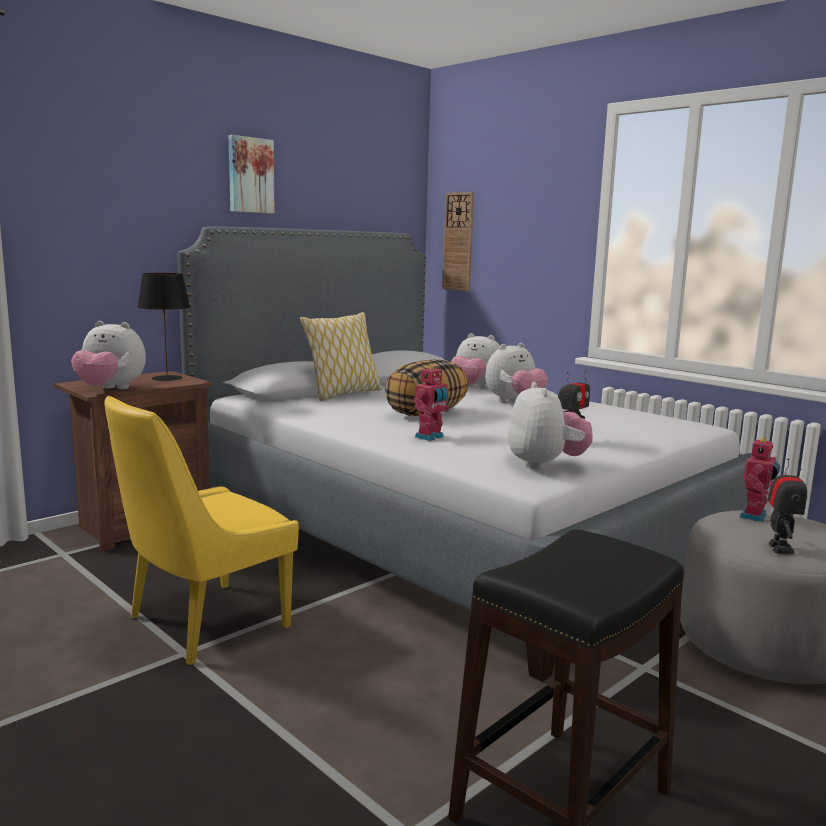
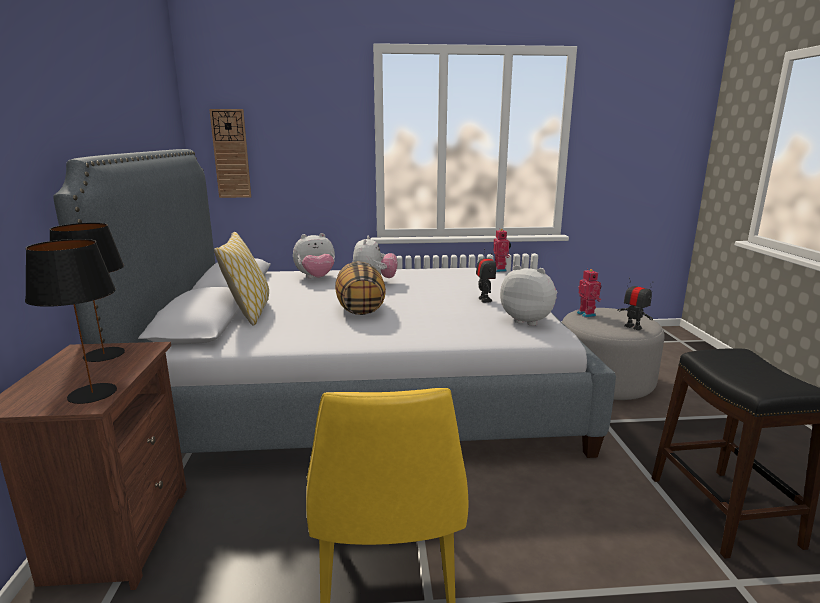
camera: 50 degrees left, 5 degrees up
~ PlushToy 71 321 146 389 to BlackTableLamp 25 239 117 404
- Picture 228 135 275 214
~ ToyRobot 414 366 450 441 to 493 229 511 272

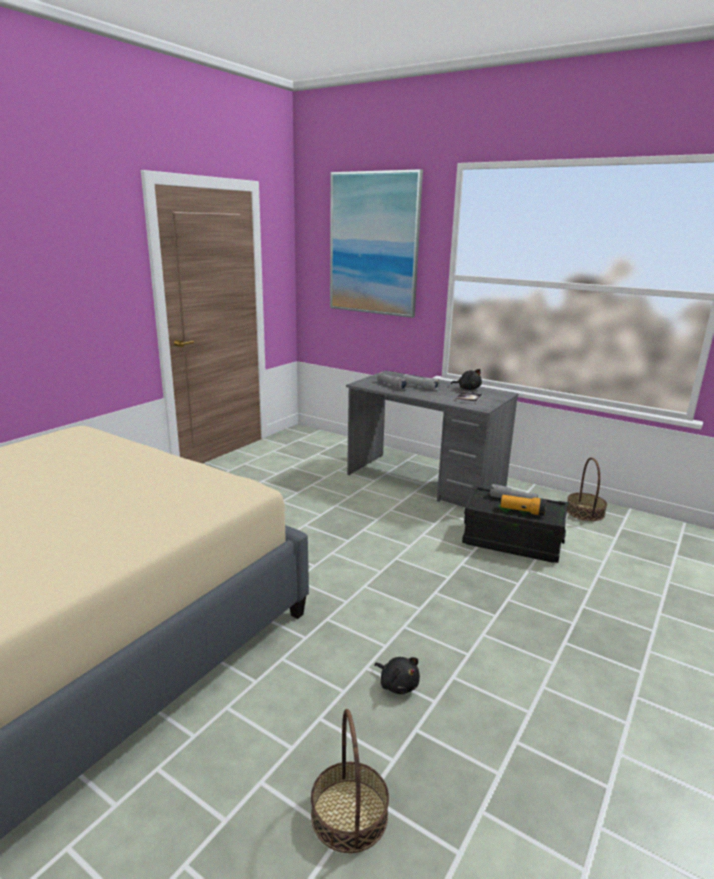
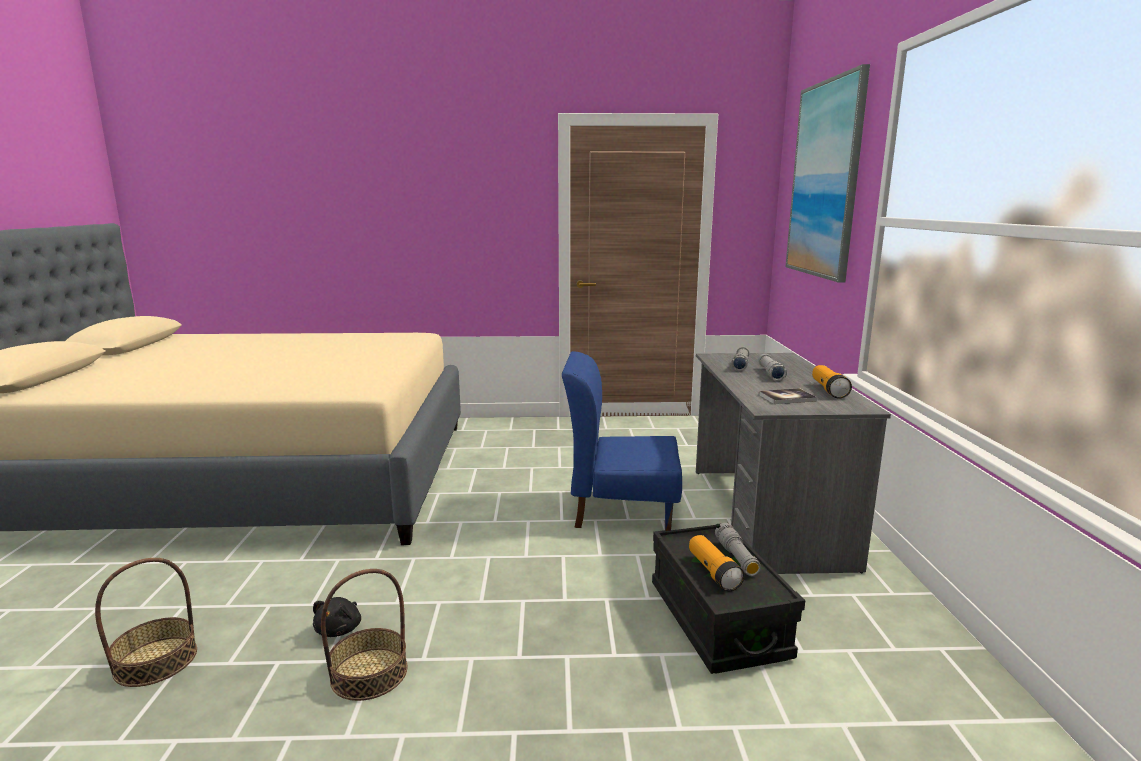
camera: 55 degrees right, 5 degrees down
~ BlackPlushToy 451 369 482 390 to Flashlight 812 365 852 399
~ Basket 567 457 607 521 to 321 569 408 701
+ BlueChair 562 351 682 531

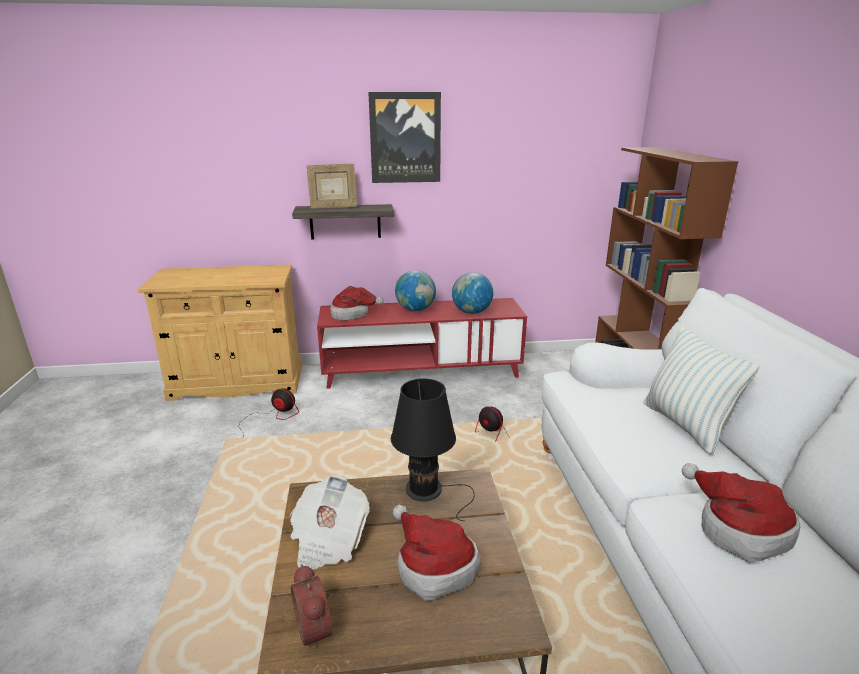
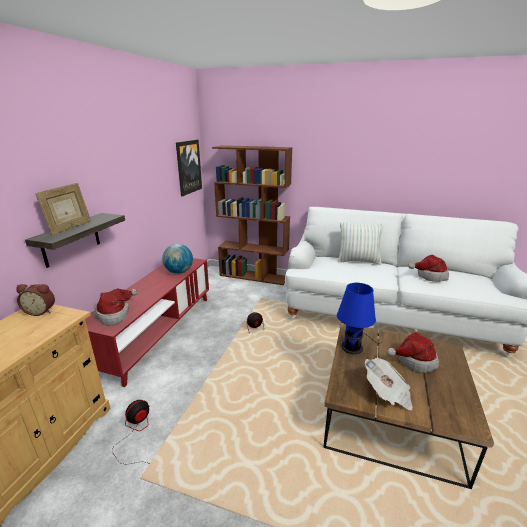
camera: 65 degrees left, 0 degrees up
~ AlarmClock 291 564 332 651 to 16 284 55 316
~ Picture 368 92 441 183 to 176 140 202 196
~ BlackTableLamp 391 378 475 521 to BlueTableLamp 337 283 382 354
- Globe 395 270 436 311

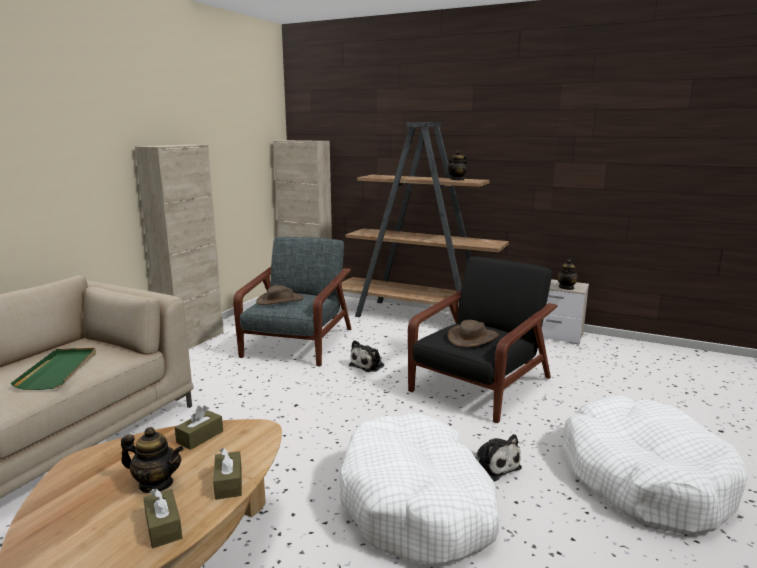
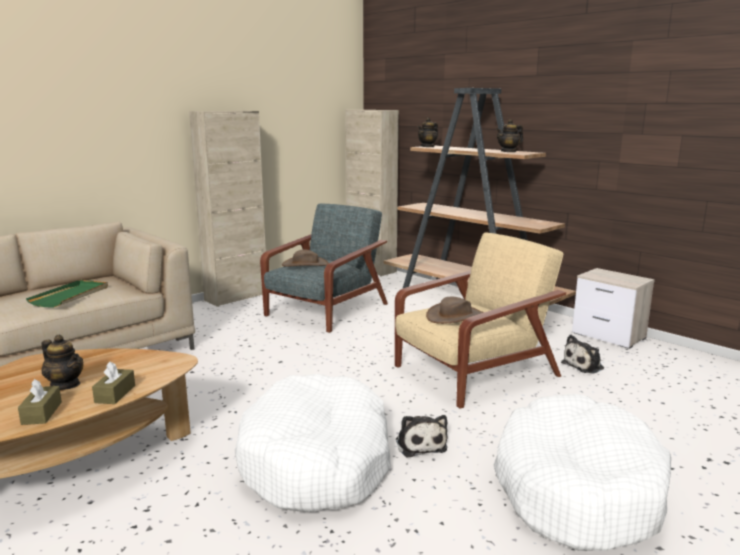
camera: 20 degrees right, 0 degrees up
- BrownTissueBox 175 405 223 450
~ PlushToy 349 340 384 372 to 561 335 604 374
~ BlackArmchair 408 256 558 423 to BeigeArmchair 395 233 566 409
~ Teapot 556 259 579 290 to 418 118 438 147

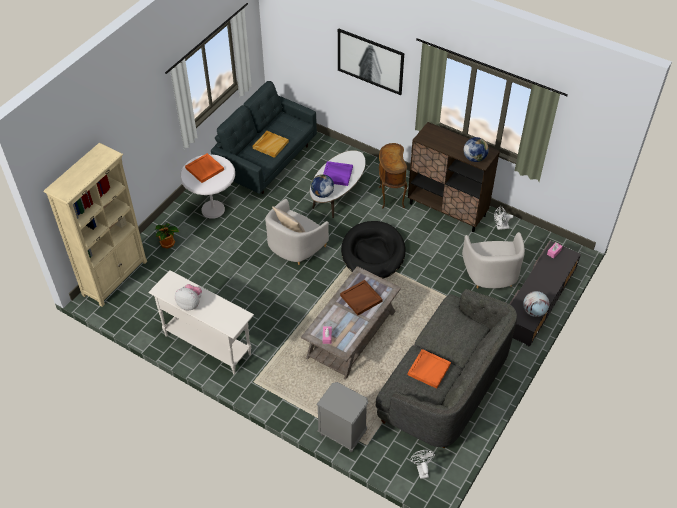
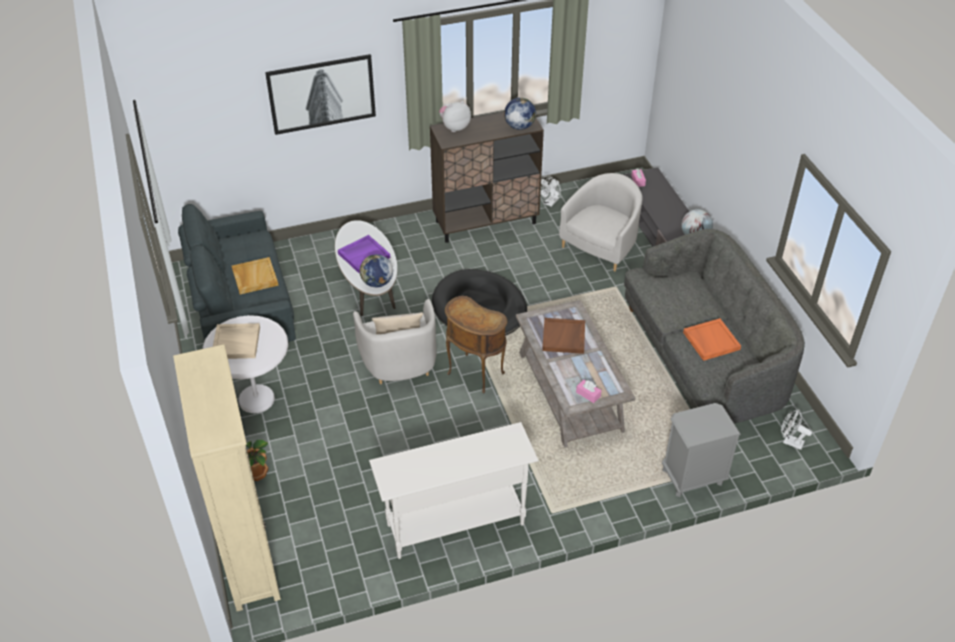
camera: 50 degrees left, 5 degrees down
~ PlushToy 175 284 202 310 to 439 101 471 132
~ OrangeTray 185 153 224 183 to BeigeTray 213 323 260 359
~ BrownSideTable 379 143 407 208 to 445 296 508 394
~ WhiteArmchair 462 232 525 288 = 559 173 643 272 90 degrees counterclockwise

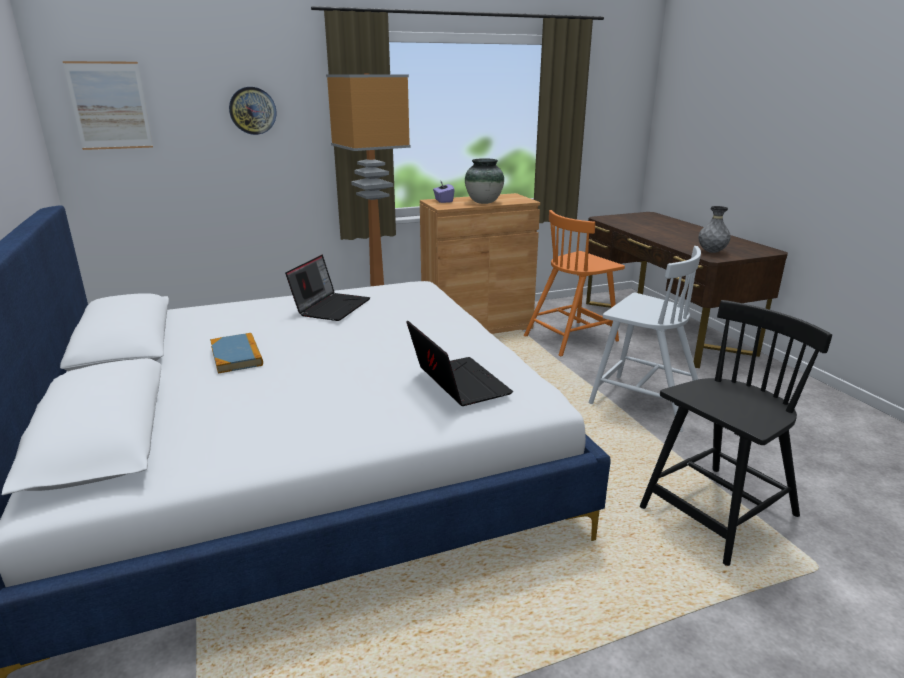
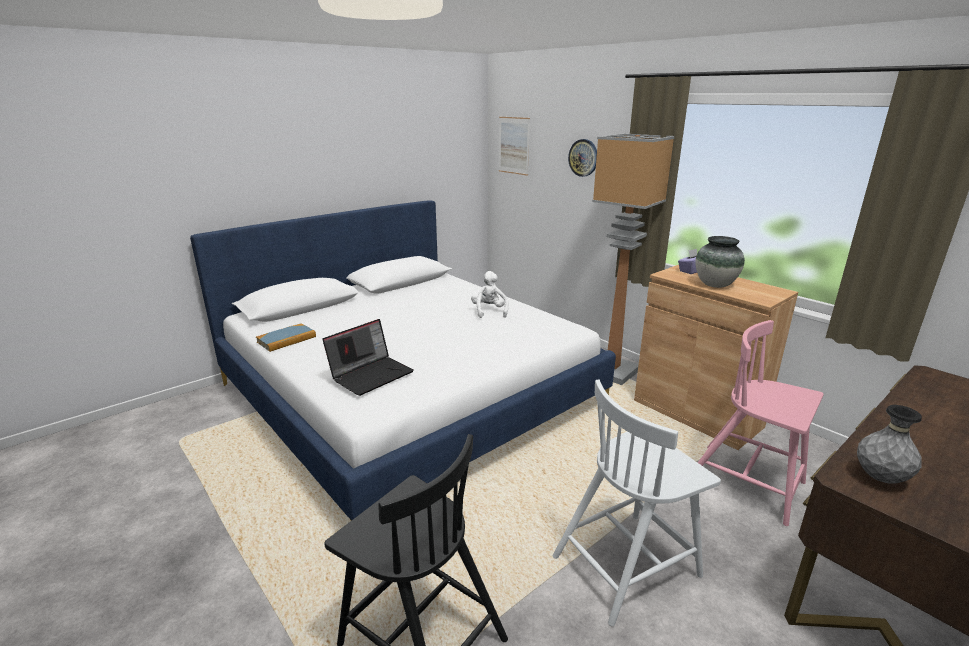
camera: 70 degrees right, 0 degrees up
~ Book 210 333 263 374 to 256 323 316 352
~ Laptop 285 255 370 321 to WhitePlushToy 471 271 509 318
~ OrangeChair 524 210 625 356 to PinkChair 697 320 824 526
~ WhiteChair 589 246 701 432 = 552 379 721 626 45 degrees clockwise

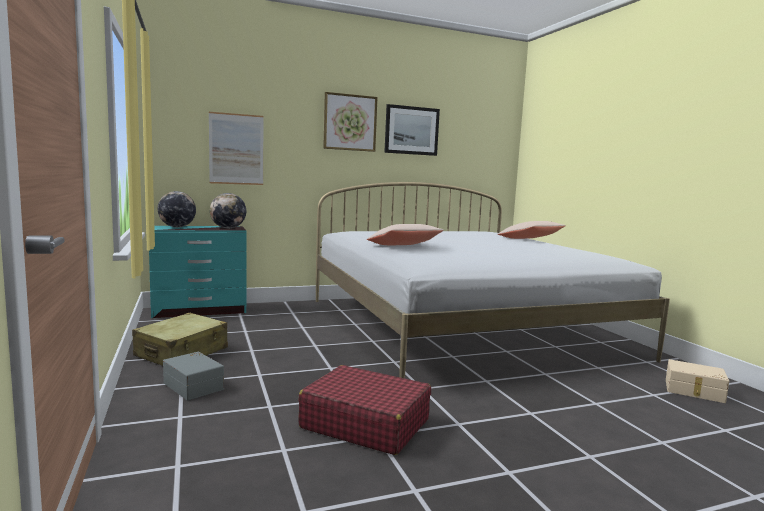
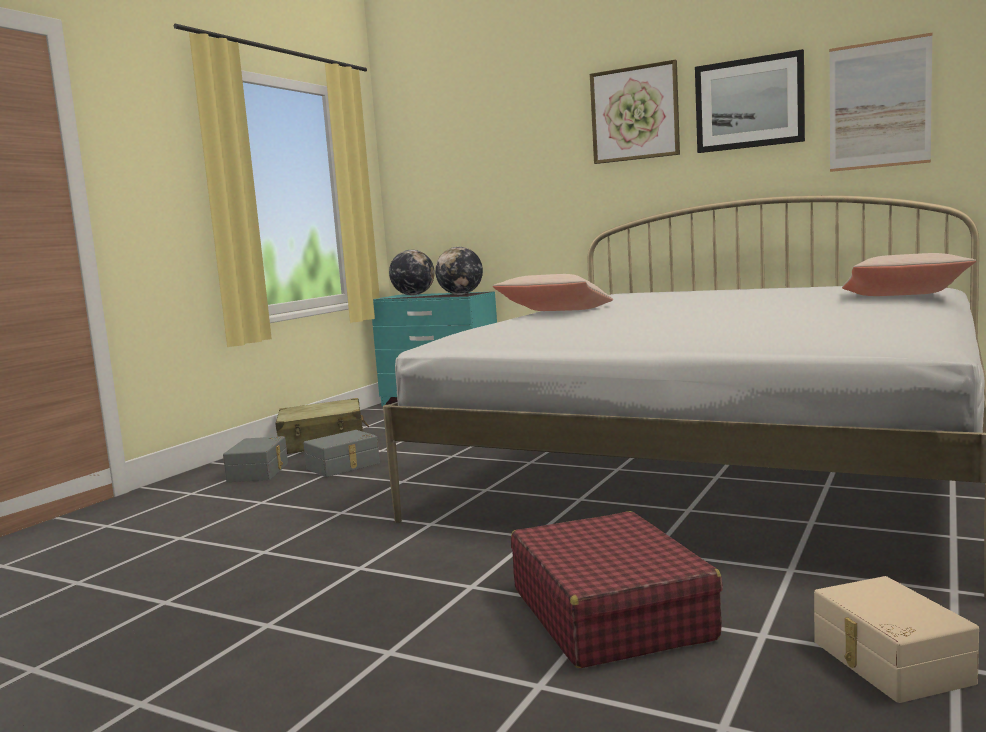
camera: 50 degrees right, 0 degrees up
~ Picture 209 112 264 185 to 829 33 932 172
~ RedSuitcase 298 365 431 455 to 511 511 723 668
+ GreyStorageBox 304 430 380 477

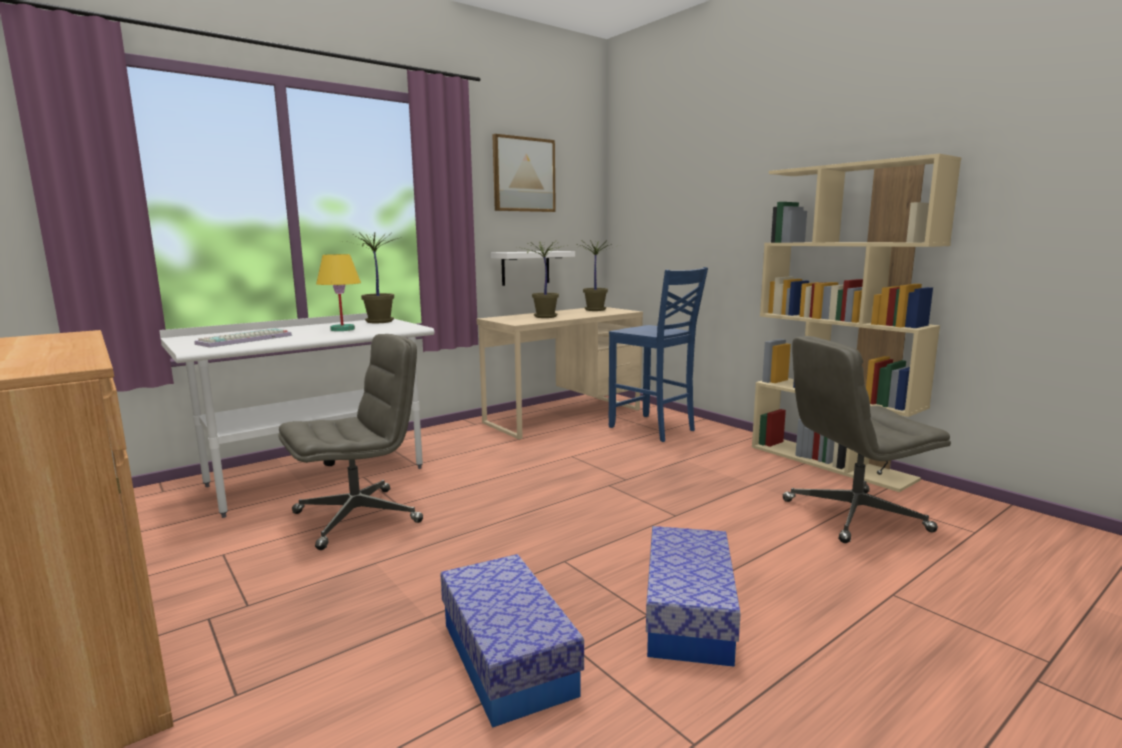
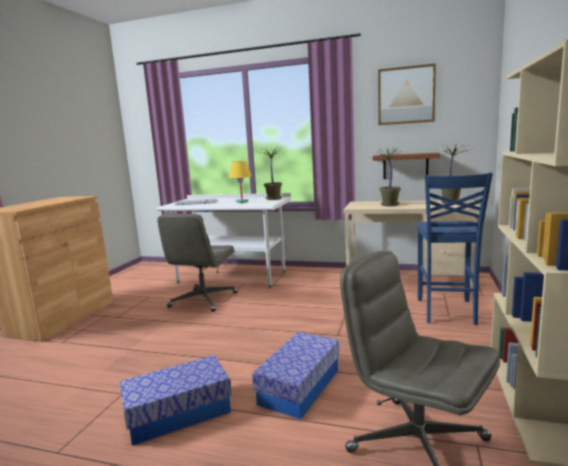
camera: 55 degrees right, 0 degrees up
~ GreyOfficeChair 278 334 423 550 = 157 214 238 312 90 degrees clockwise
~ StorageBox 440 554 584 728 to 252 332 339 419
~ WhiteShelf 491 251 575 286 to BrownShelf 373 152 440 179

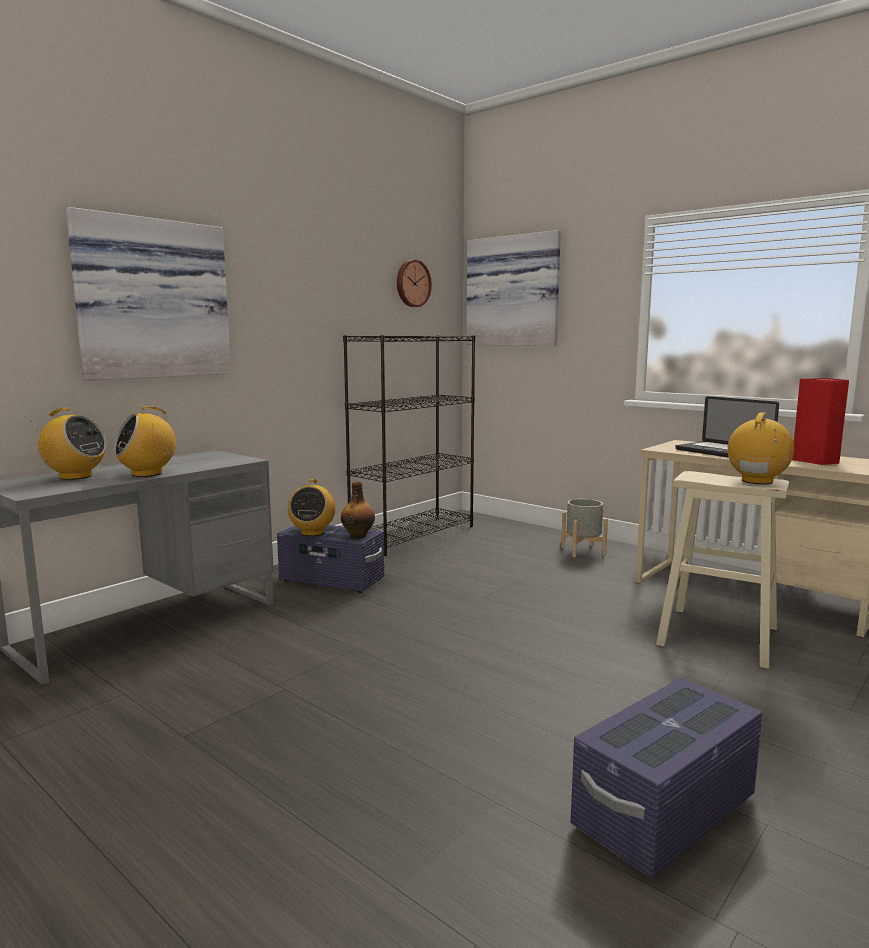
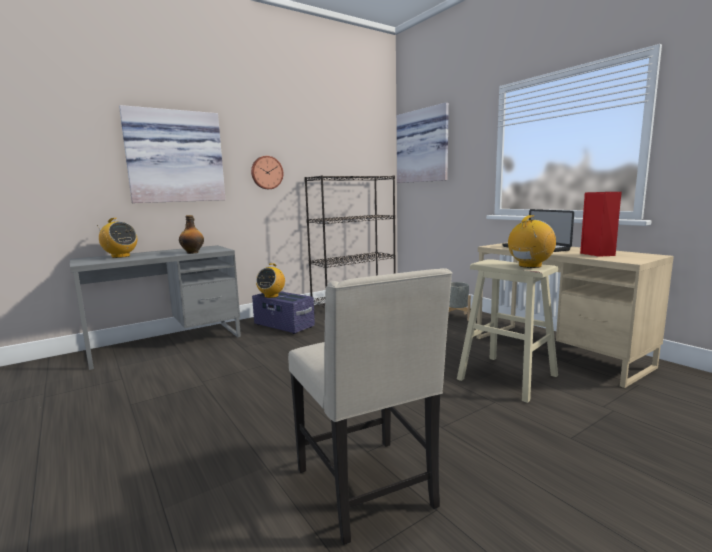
camera: 15 degrees right, 0 degrees up
- Radio 113 406 176 477
~ Bottle 341 481 375 538 to 179 215 204 254
~ WallClock 397 260 432 307 to 251 156 283 189
~ PurpleStorageBox 570 678 763 878 to BeigeChair 288 268 452 545

